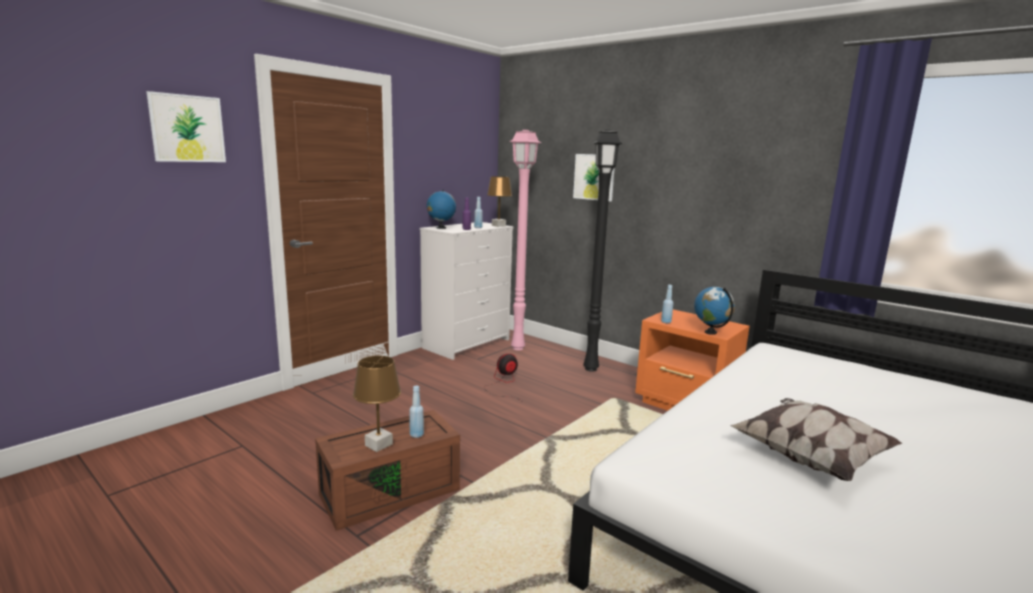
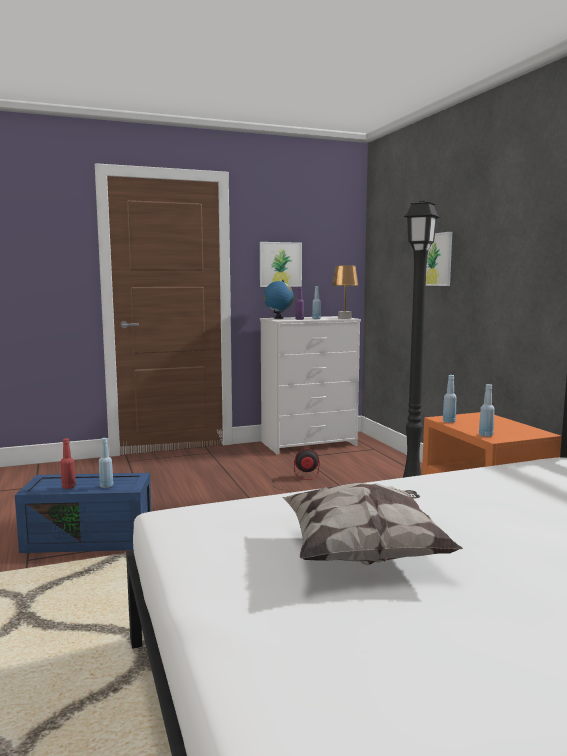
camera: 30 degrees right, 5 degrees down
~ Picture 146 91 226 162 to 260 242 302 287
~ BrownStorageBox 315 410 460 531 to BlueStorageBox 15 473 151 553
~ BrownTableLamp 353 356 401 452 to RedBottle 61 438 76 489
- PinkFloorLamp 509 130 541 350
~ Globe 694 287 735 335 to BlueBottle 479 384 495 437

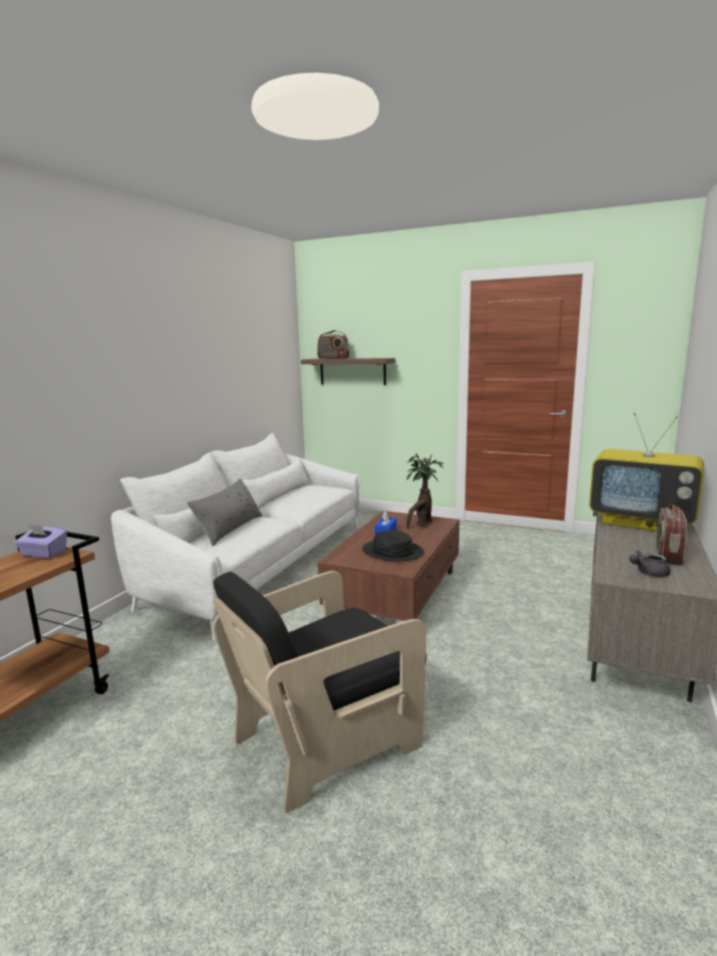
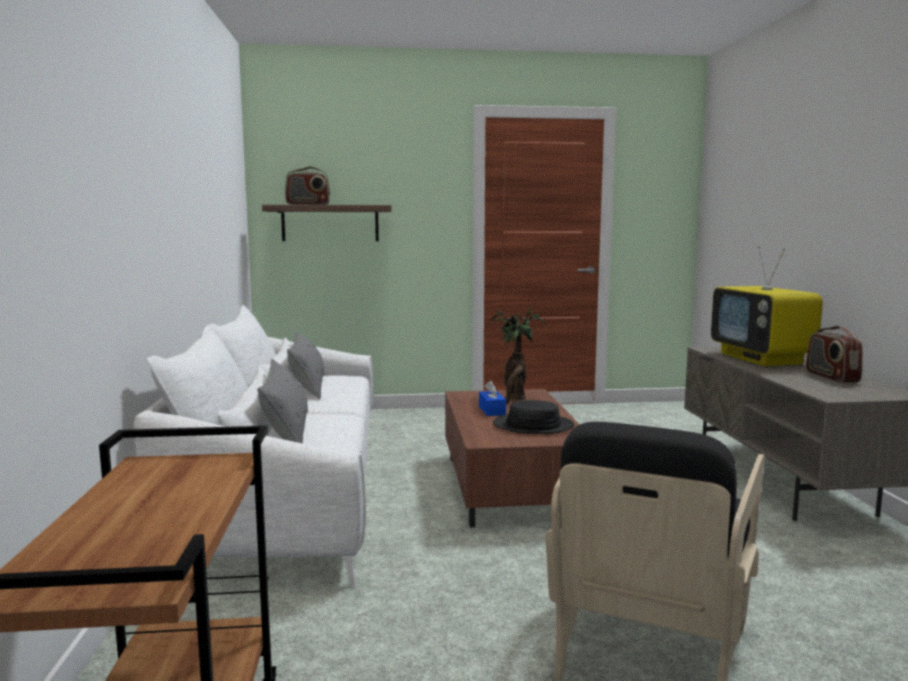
camera: 30 degrees left, 5 degrees down
- PurpleTissueBox 15 524 67 558
~ Television 589 413 704 531 = 711 246 823 366 75 degrees clockwise
- GreyTeapot 629 550 670 577
+ GreyPillow 287 332 324 399

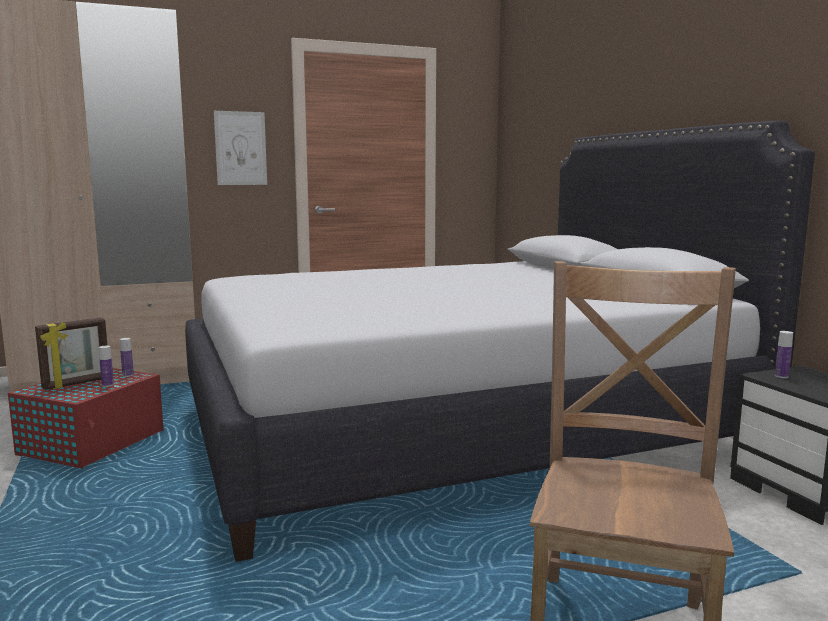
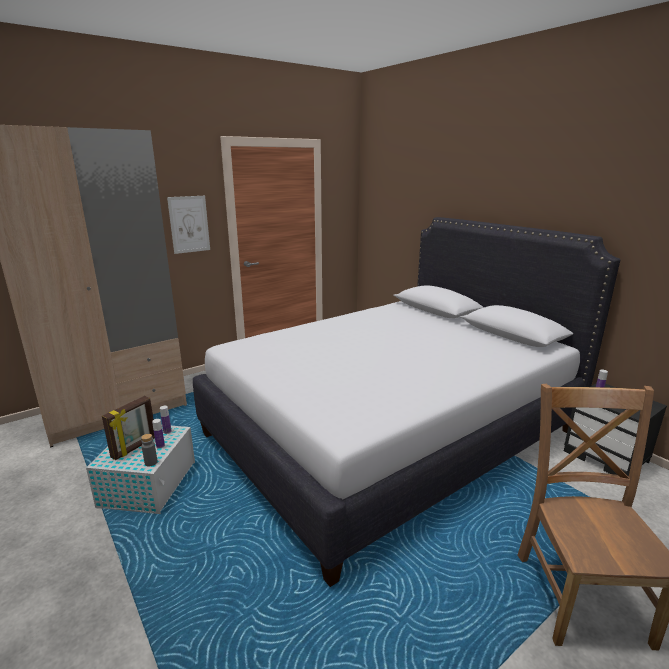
camera: 15 degrees left, 10 degrees up
~ RedStorageBox 8 368 164 469 to WhiteStorageBox 86 426 195 514
+ GreyBottle 141 434 158 466

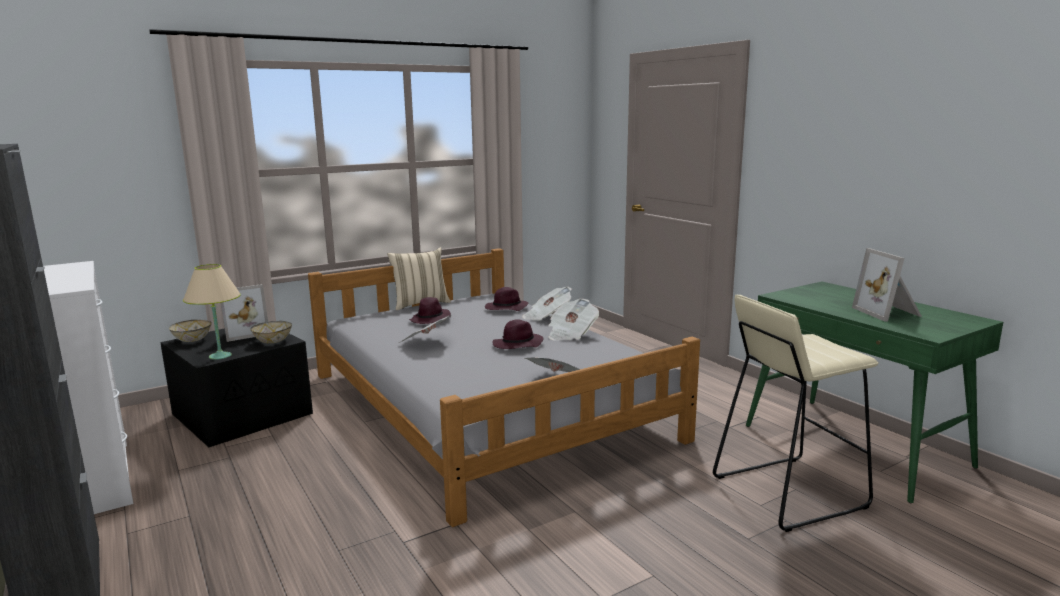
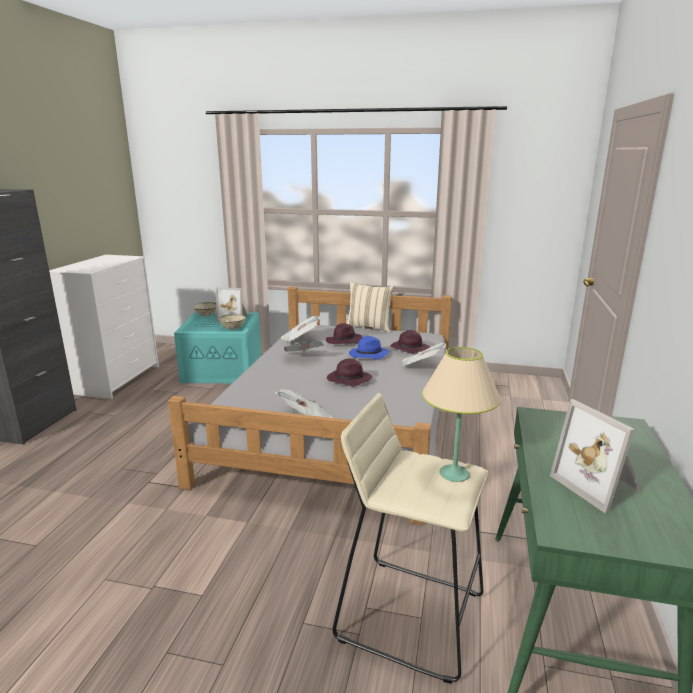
camera: 45 degrees right, 5 degrees up
~ BlackStorageBox 160 328 313 447 to TurquoiseStorageBox 174 312 261 383
~ BeigeTableLamp 183 264 241 360 to 422 347 501 482
~ Newspaper 548 299 599 341 to 281 316 320 342
~ PictureFrame 852 248 922 322 = 550 399 643 513 60 degrees counterclockwise
+ BlueHat 349 336 389 360

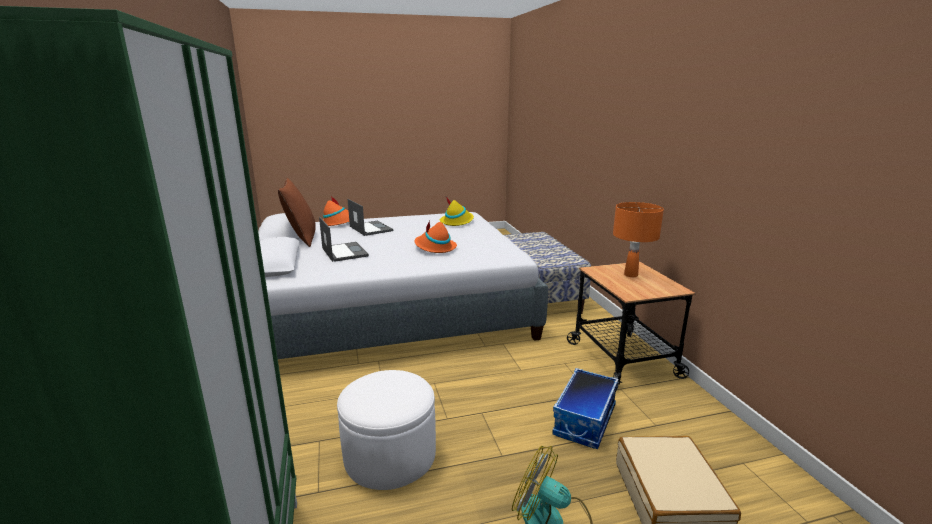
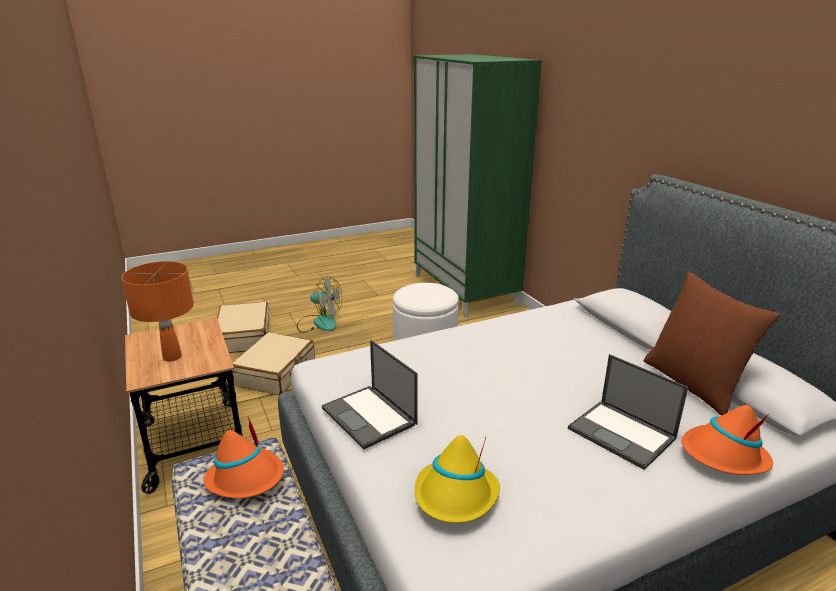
camera: 170 degrees right, 5 degrees up
~ Laptop 319 217 369 262 to 322 340 418 450
~ OrangeHat 414 221 457 253 to 204 417 284 499
~ StorageBox 552 368 619 449 to BeigeSuitcase 232 332 315 395

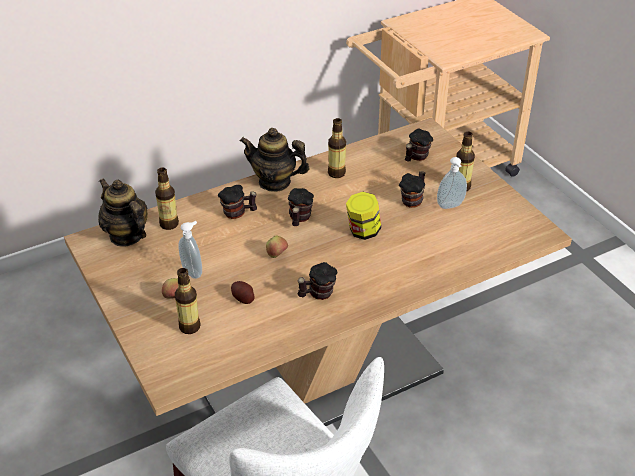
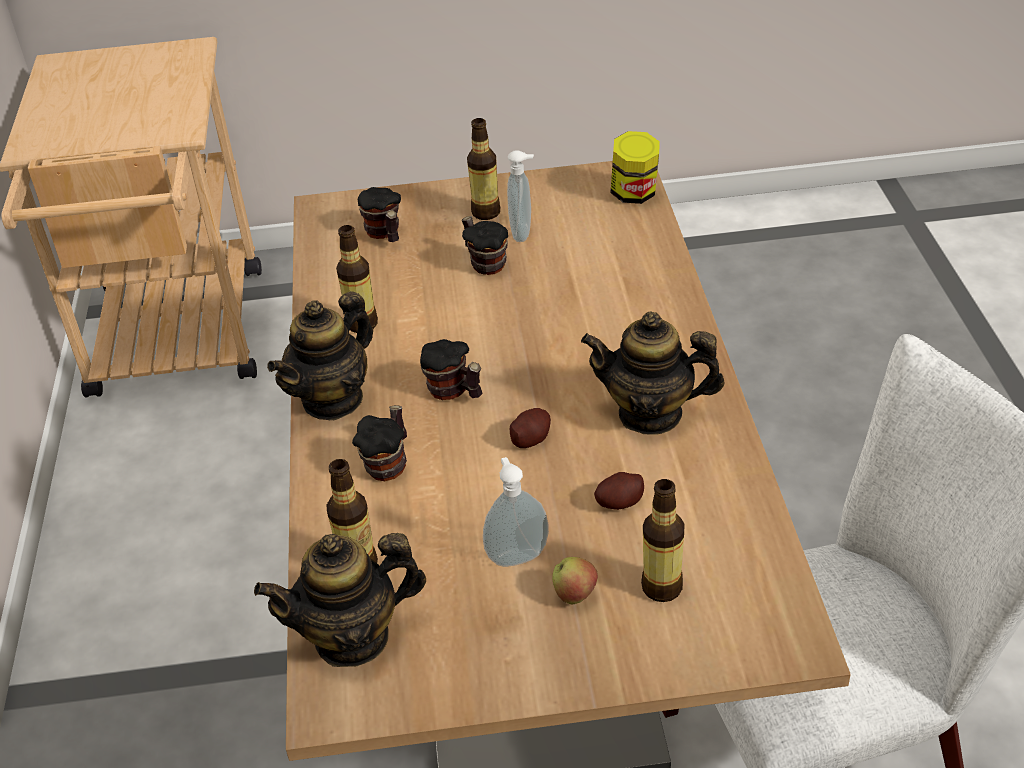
camera: 65 degrees left, 0 degrees up
~ Apple 266 236 288 258 to Potato 510 408 551 448
~ Mug 298 262 338 300 to Teapot 581 312 725 435
~ Jar 346 192 381 240 to 610 131 660 204

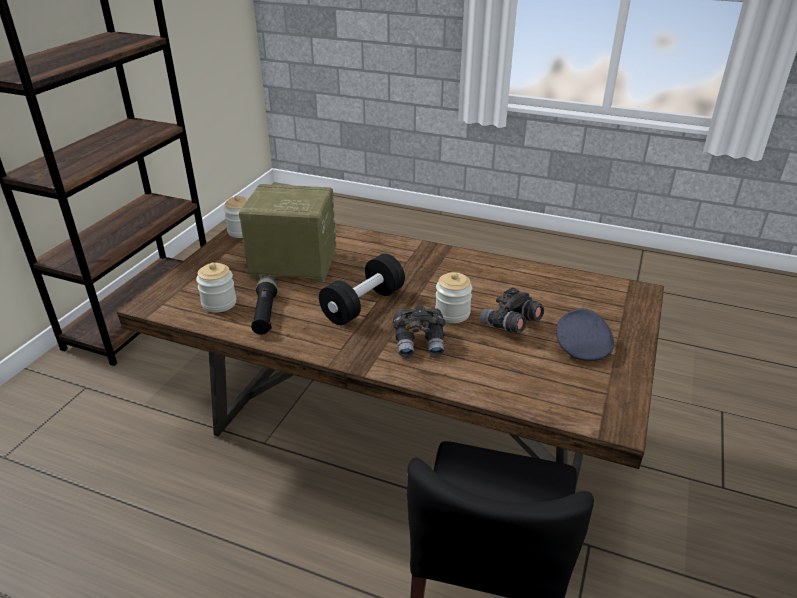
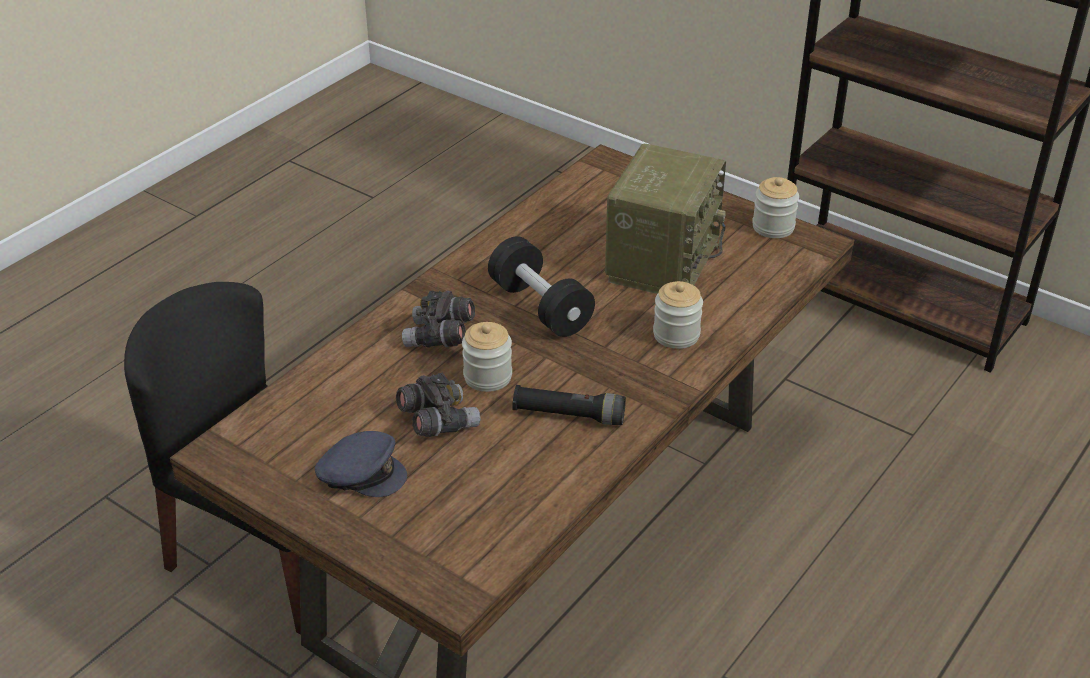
camera: 105 degrees right, 5 degrees up
~ Jar 196 262 236 313 to 653 281 703 349
~ BlackFlashlight 251 276 278 335 to 512 385 626 425

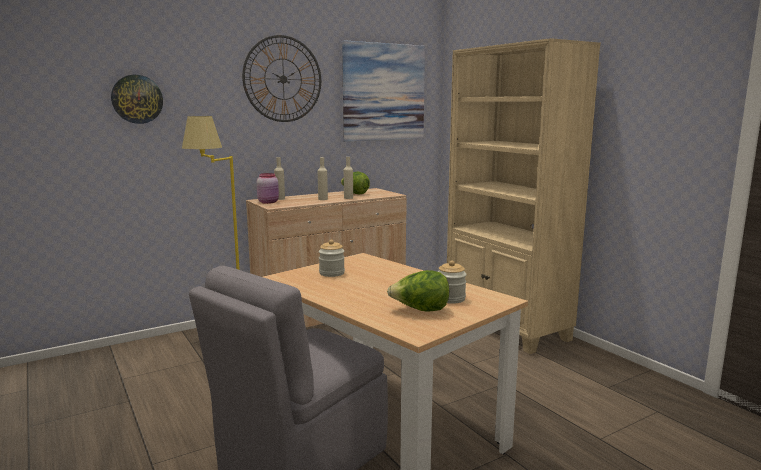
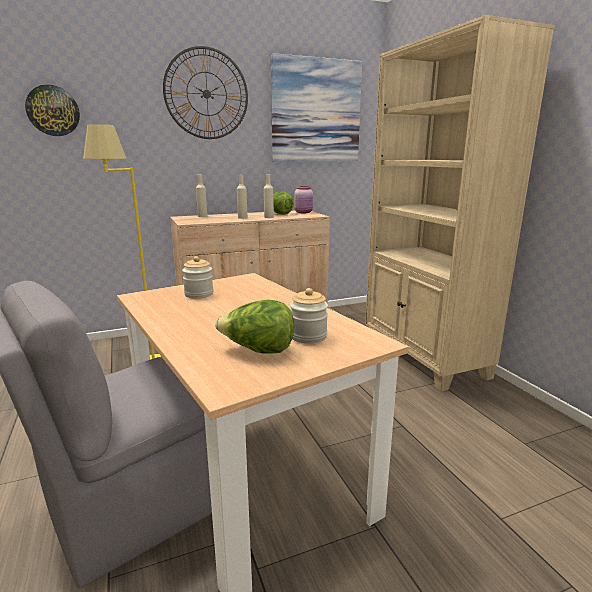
camera: 10 degrees right, 5 degrees up
~ PinkJar 257 173 279 204 to 294 186 313 213

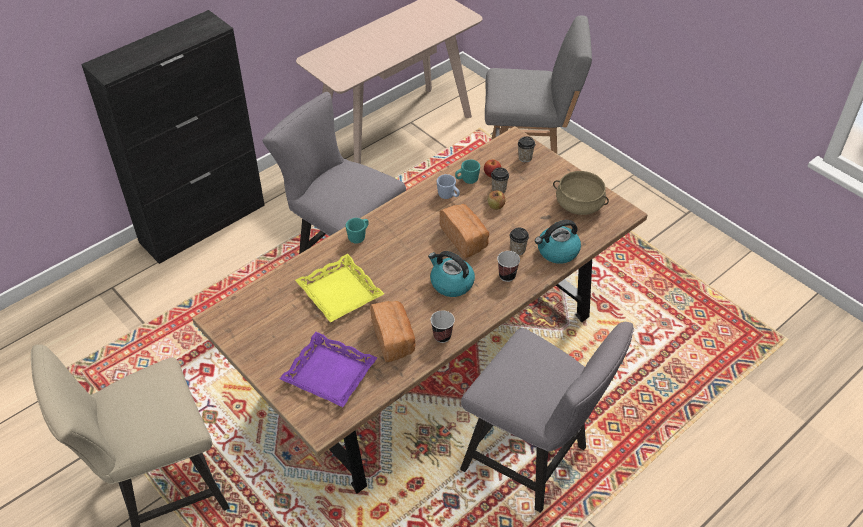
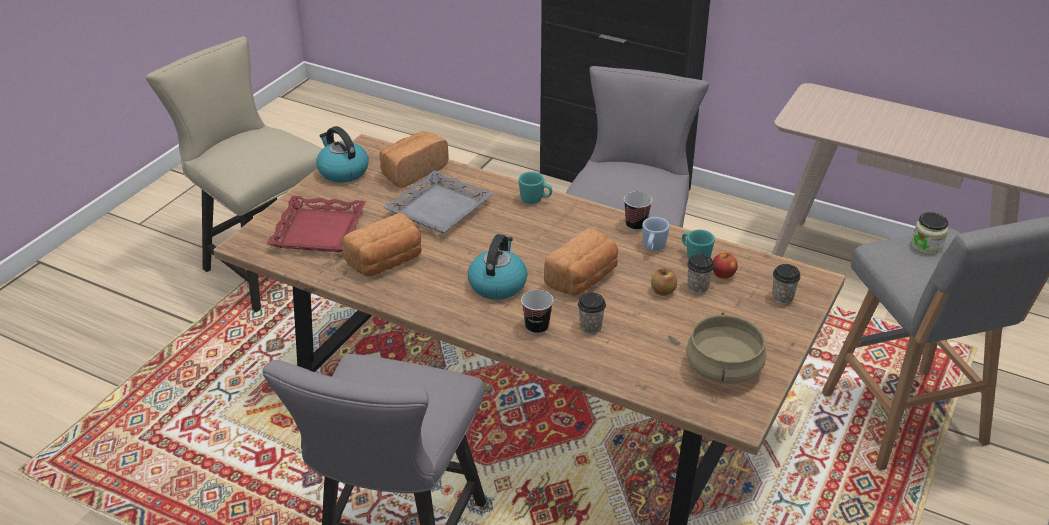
camera: 70 degrees right, 10 degrees down
~ PurpleTray 280 332 377 407 to RedTray 267 196 366 252
~ YellowTray 295 254 384 323 to GreyTray 384 170 494 234
~ Cup 430 310 455 343 to 624 191 652 231
~ Kettle 535 220 581 264 to 316 126 369 183
+ Bread 379 131 449 188
+ Jar 912 212 949 255

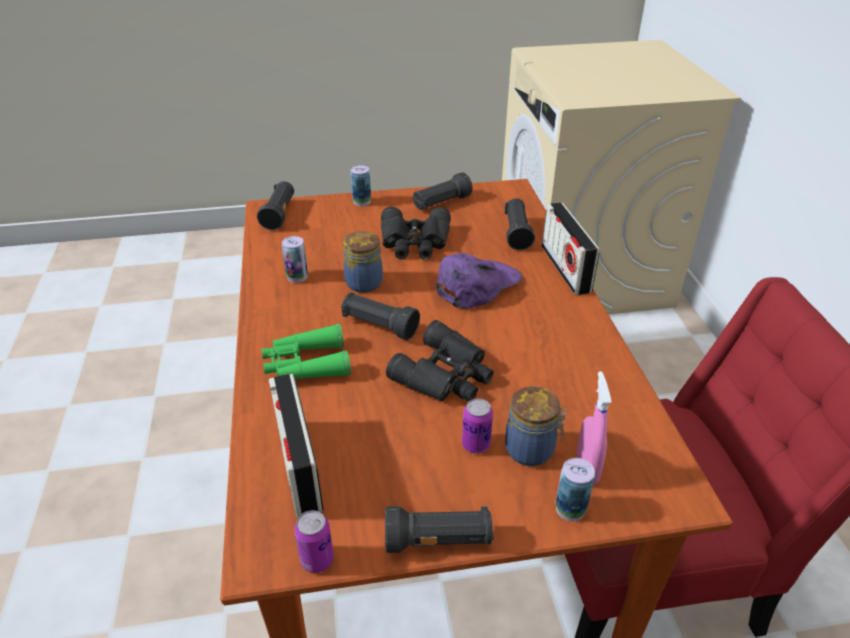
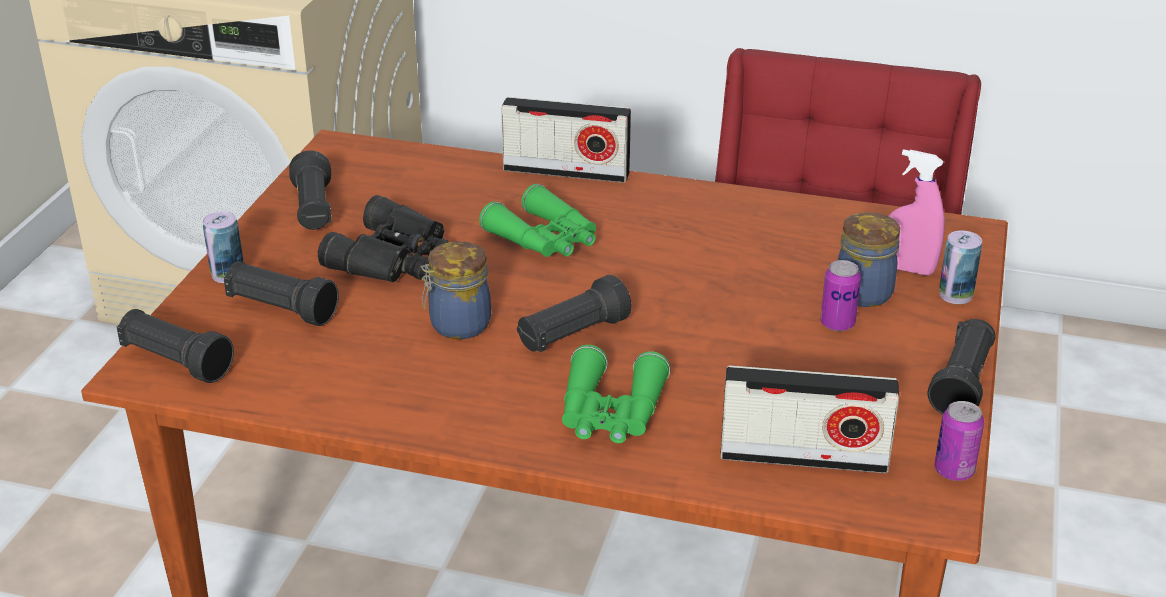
camera: 65 degrees left, 5 degrees down
- Can 282 236 308 283
- BlackBinoculars 386 320 494 402
~ PurpleCap 436 253 522 309 to GreenBinoculars 479 184 596 257
~ BlackFlashlight 504 199 535 250 to 224 261 339 326

